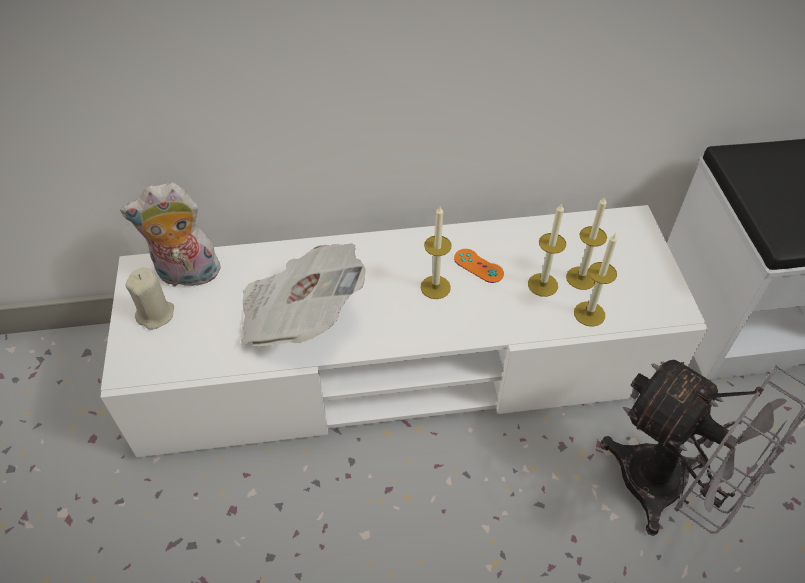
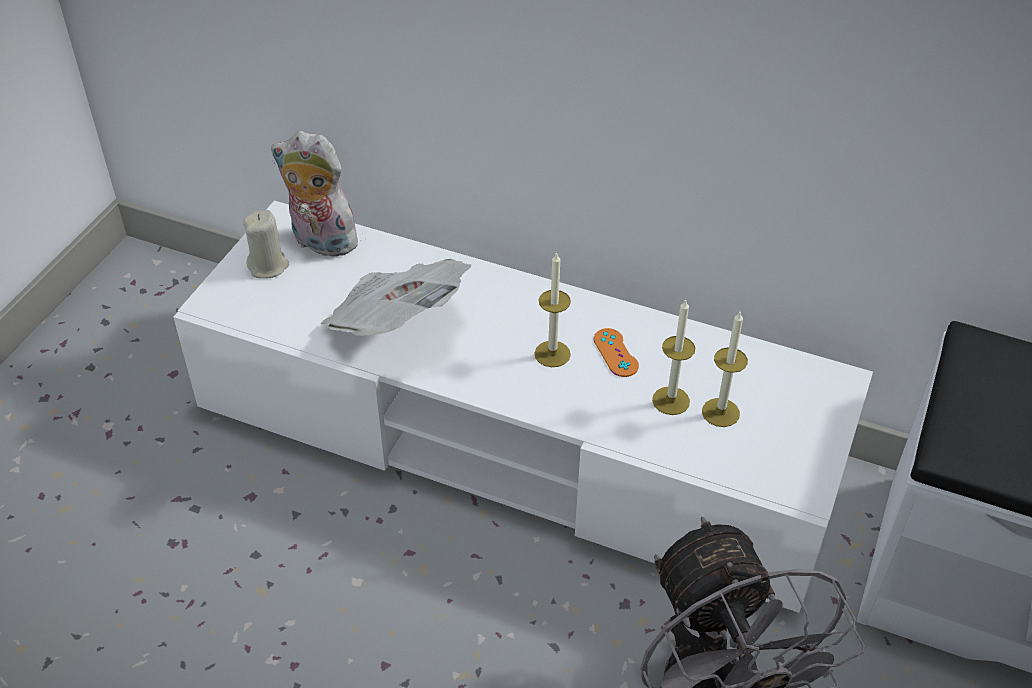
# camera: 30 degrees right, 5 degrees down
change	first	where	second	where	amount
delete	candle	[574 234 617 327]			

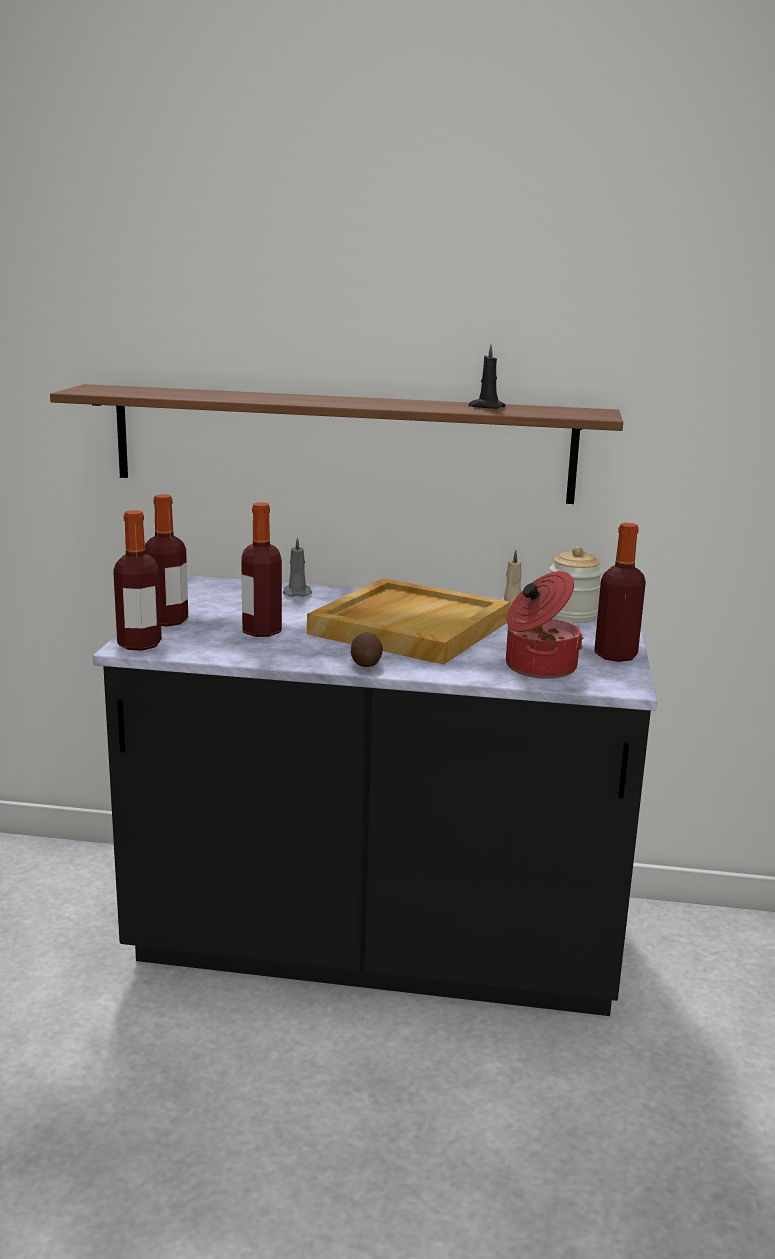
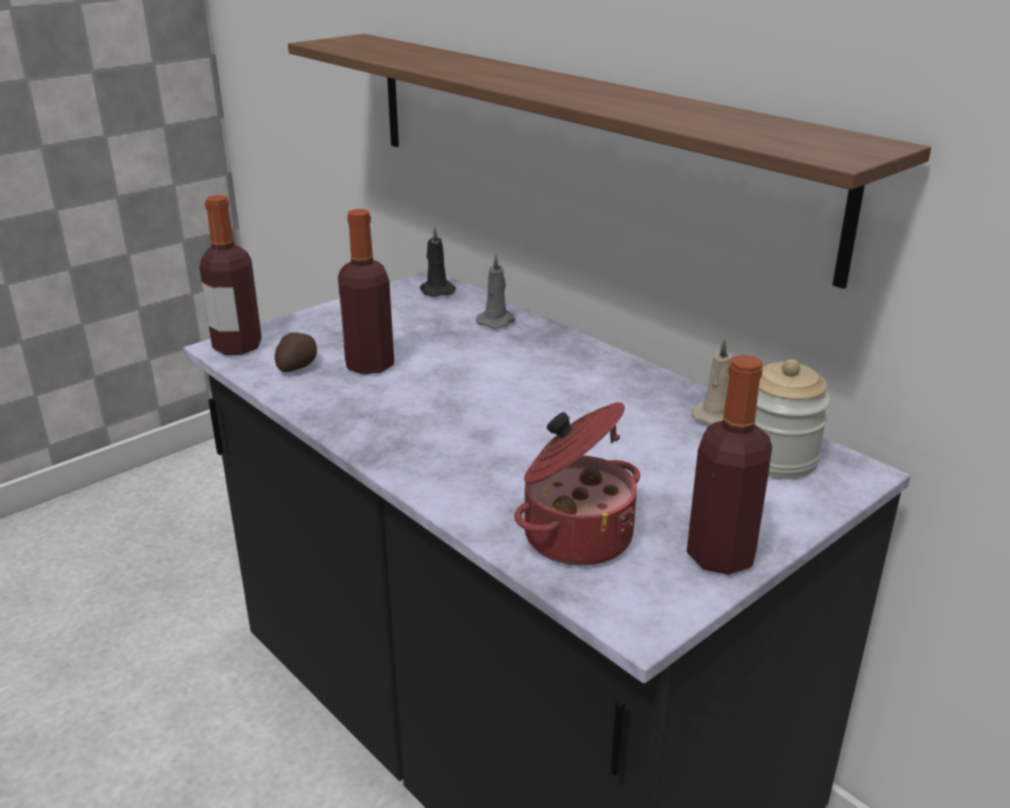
# camera: 40 degrees right, 10 degrees up
change	first	where	second	where	amount
delete	bottle	[145 494 188 626]			
delete	beige tray	[307 578 510 665]			
move	potato	[351 632 383 667]		[275 332 317 372]	
move	black candle	[468 344 506 409]		[420 227 456 297]	

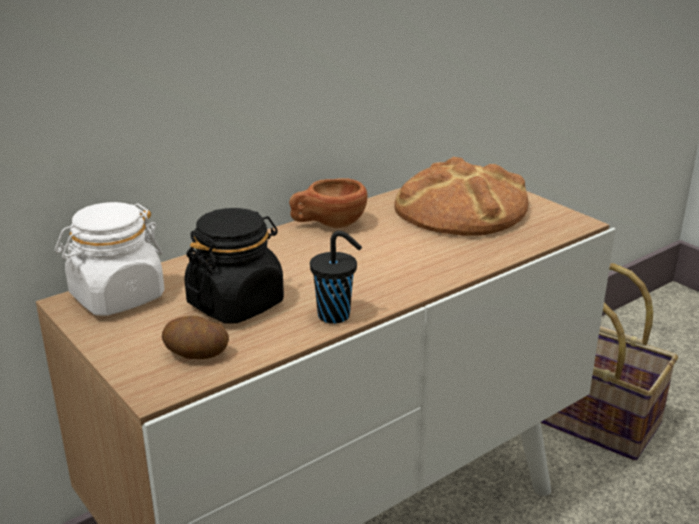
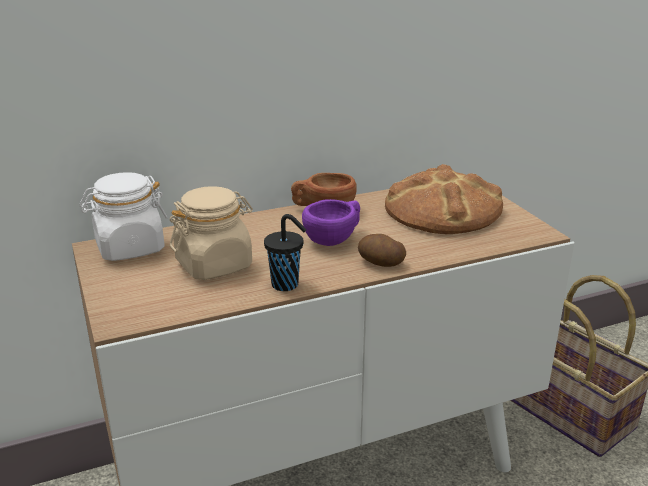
# camera: 15 degrees right, 0 degrees up
change	first	where	second	where	amount
insert			purple cup	[302 199 360 246]	
move	potato	[162 316 229 359]		[358 234 406 267]	
recolor	black jar	[184 208 284 324]	beige jar	[170 186 253 280]	

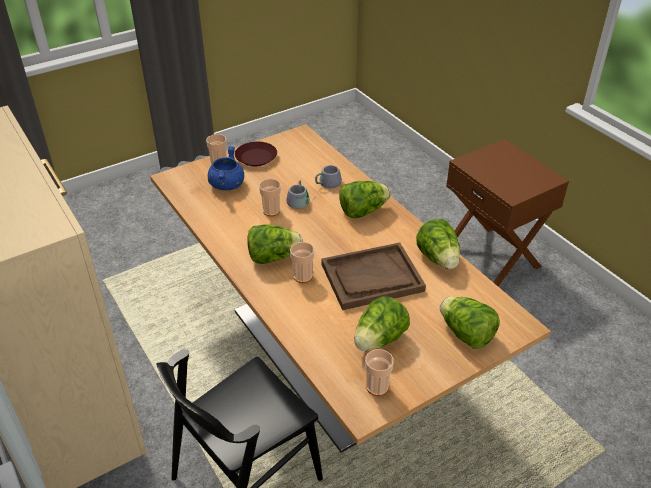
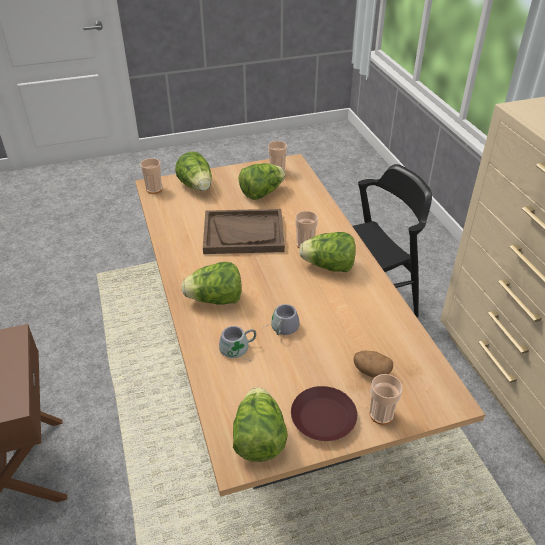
# camera: 165 degrees left, 0 degrees up
change	first	where	second	where	amount
move	cup	[259 179 281 217]		[140 158 162 194]	
move	lettuce	[416 219 460 269]		[233 387 288 462]	
replace	blue cooking pot	[208 146 244 190]	potato	[353 351 393 378]	

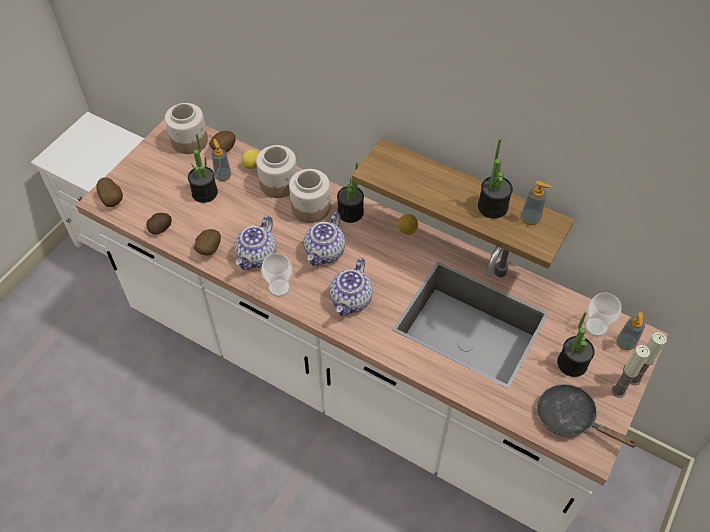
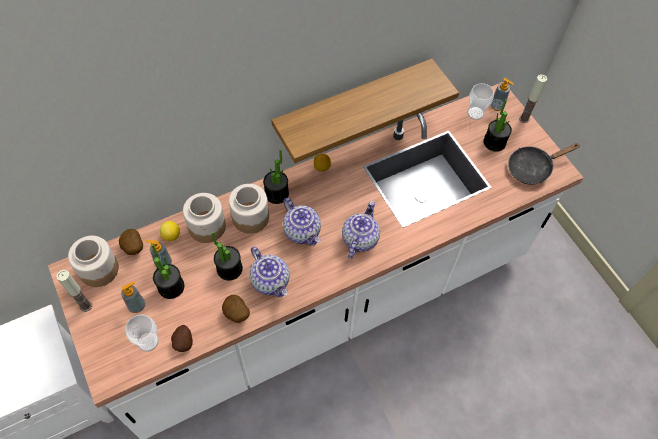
# camera: 60 degrees left, 5 degrees up
change	first	where	second	where	amount
delete	potato	[96 177 123 207]			
move	cup	[261 253 292 297]		[125 315 159 352]	
move	potted plant	[478 138 513 219]		[212 232 243 281]	
move	soap dispenser	[521 181 552 225]		[121 281 146 313]	
move	candle	[611 345 650 398]		[56 270 92 312]	
rotate	teapot	[330 258 373 316]		[342 201 380 259]	120 degrees counterclockwise

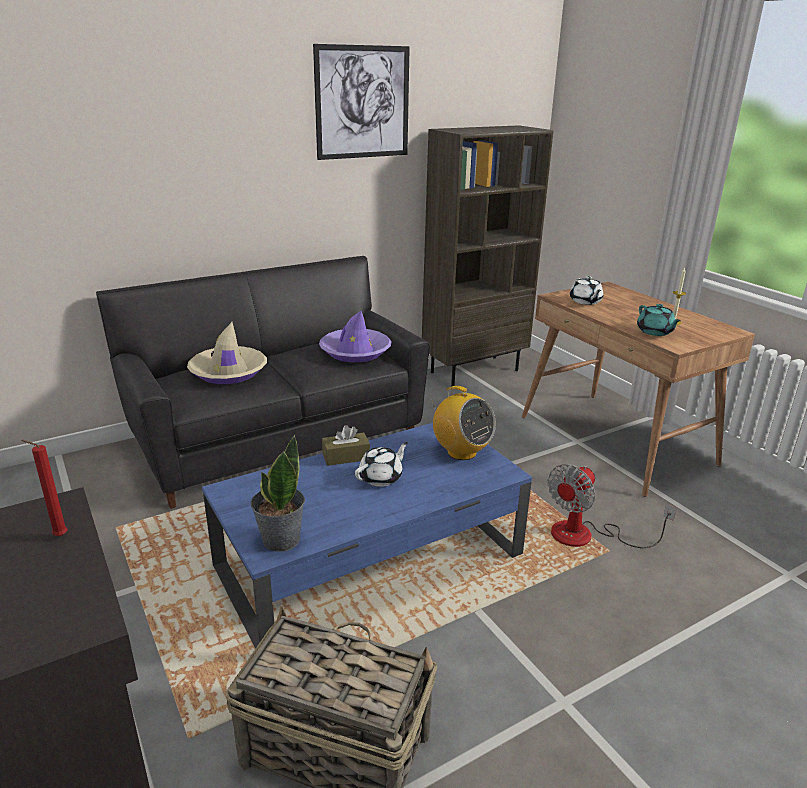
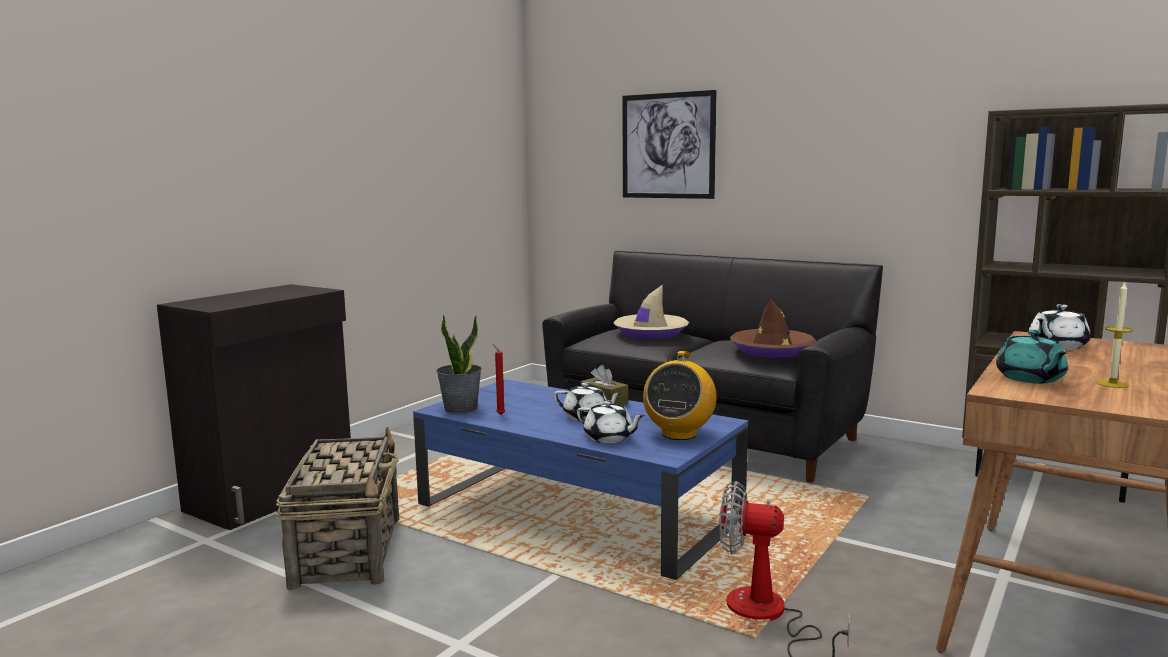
# camera: 65 degrees right, 15 degrees down
change	first	where	second	where	amount
insert			white teapot	[577 400 645 443]	
move	red candle	[21 440 68 536]		[493 344 505 415]	
move	picture	[313 44 410 160]		[622 90 716 199]	
recolor	purple hat	[319 311 392 362]	brown hat	[730 299 816 358]	
rotate	turquoise teapot	[637 304 681 336]		[996 330 1068 383]	45 degrees counterclockwise

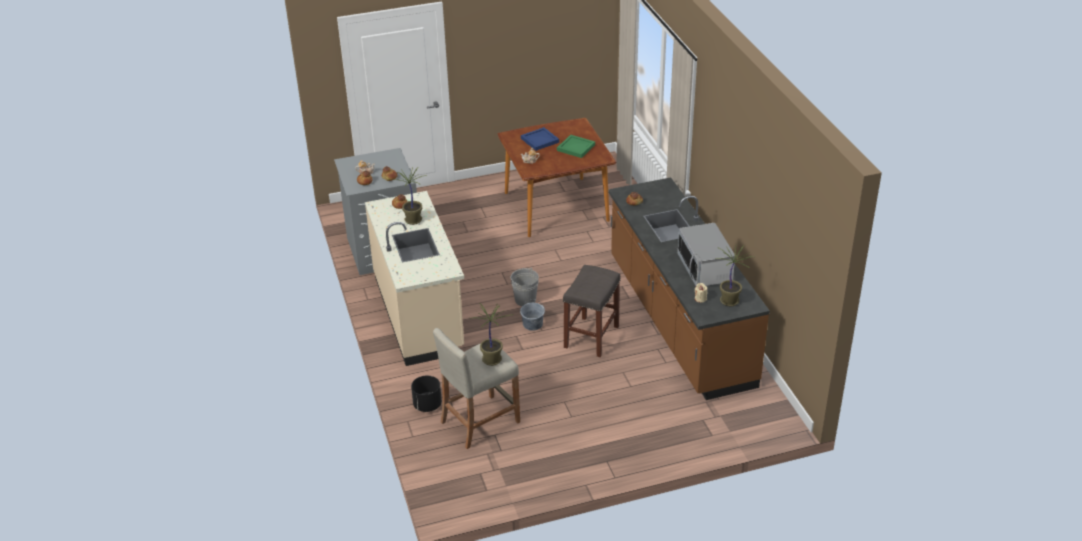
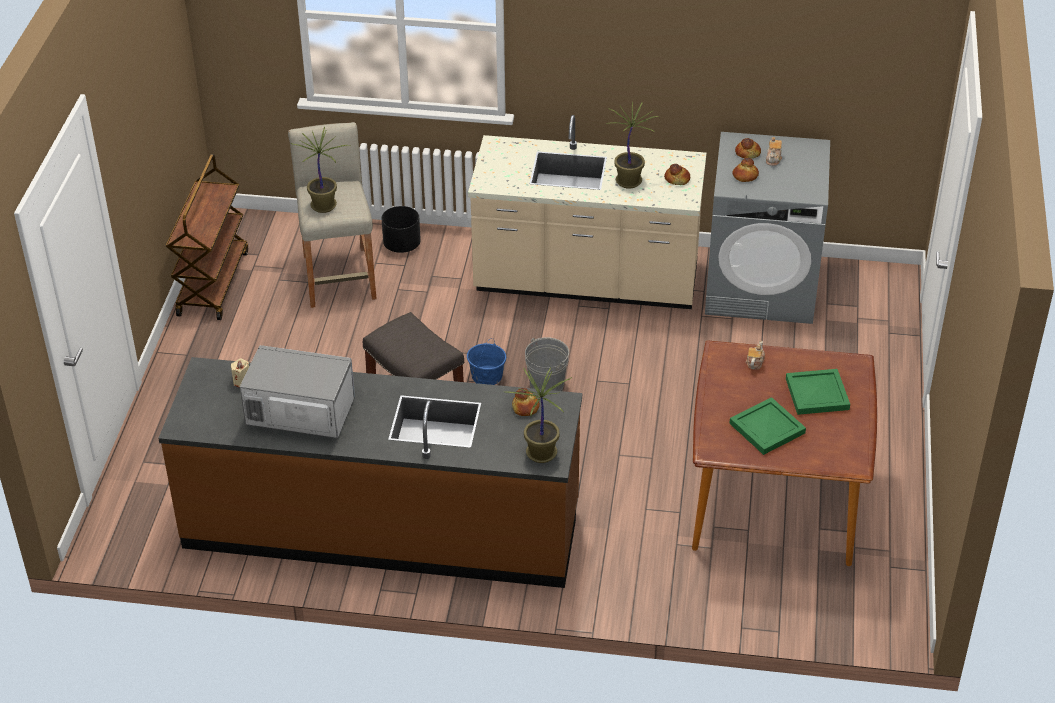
# camera: 115 degrees right, 5 degrees up
change	first	where	second	where	amount
insert			brown cart	[166 154 248 320]	
move	potted plant	[715 245 754 306]		[506 367 572 463]	
recolor	grey bucket	[520 299 545 331]	blue bucket	[467 338 506 385]	
recolor	blue tray	[521 127 559 151]	green tray	[786 369 850 415]	

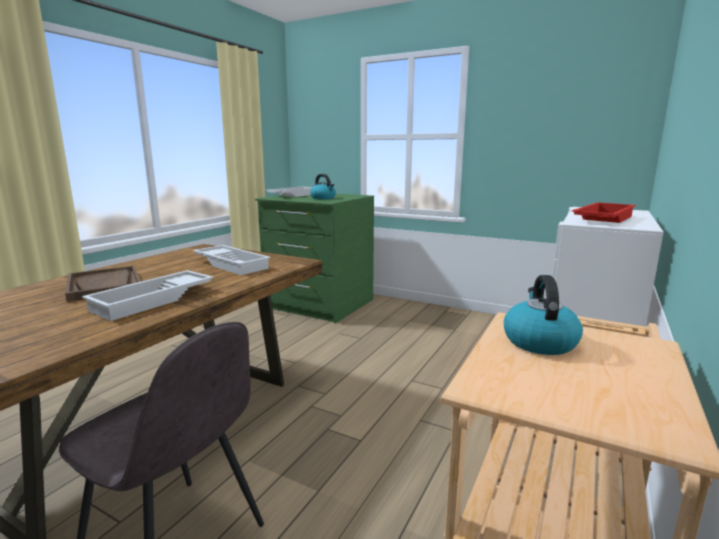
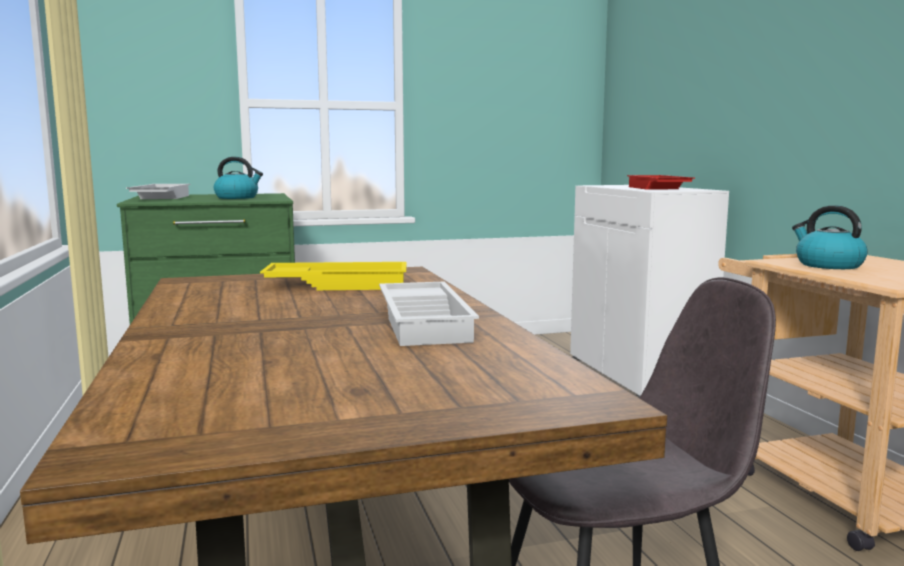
# camera: 45 degrees left, 5 degrees down
change	first	where	second	where	amount
delete	brown tray	[65 266 141 302]			
recolor	white tray	[193 245 271 275]	yellow tray	[260 262 406 290]	

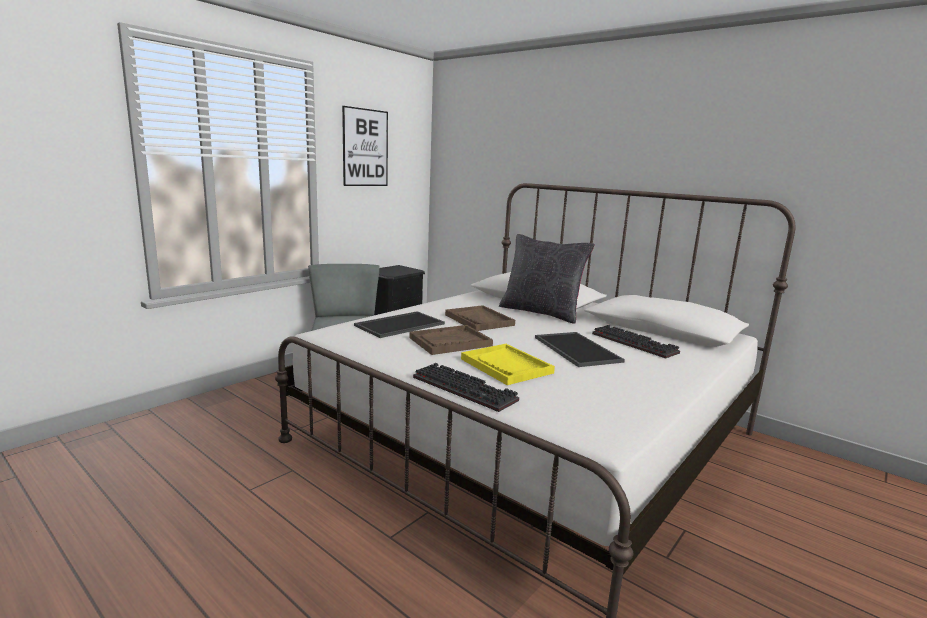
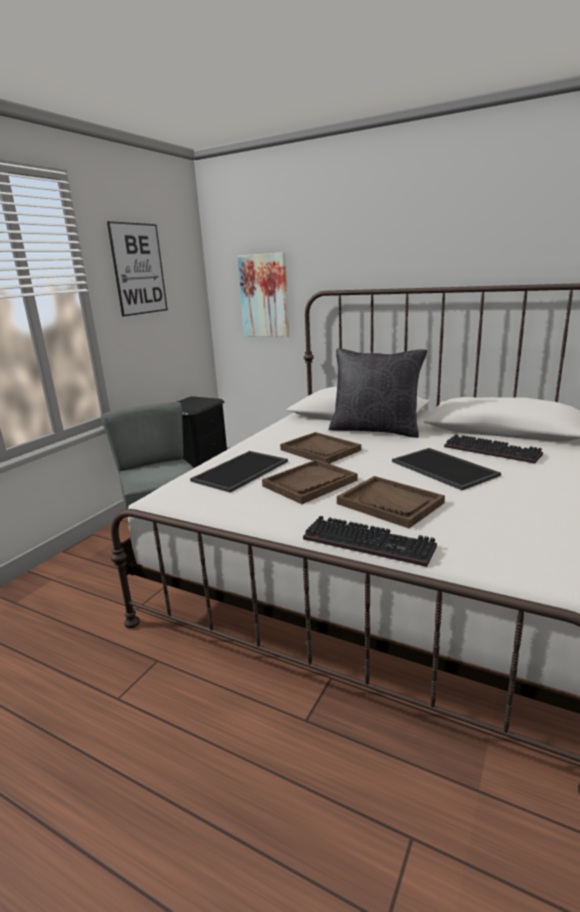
# camera: 10 degrees left, 5 degrees up
change	first	where	second	where	amount
insert			picture	[238 252 289 337]	
recolor	yellow tray	[461 344 555 385]	brown tray	[337 476 445 528]	

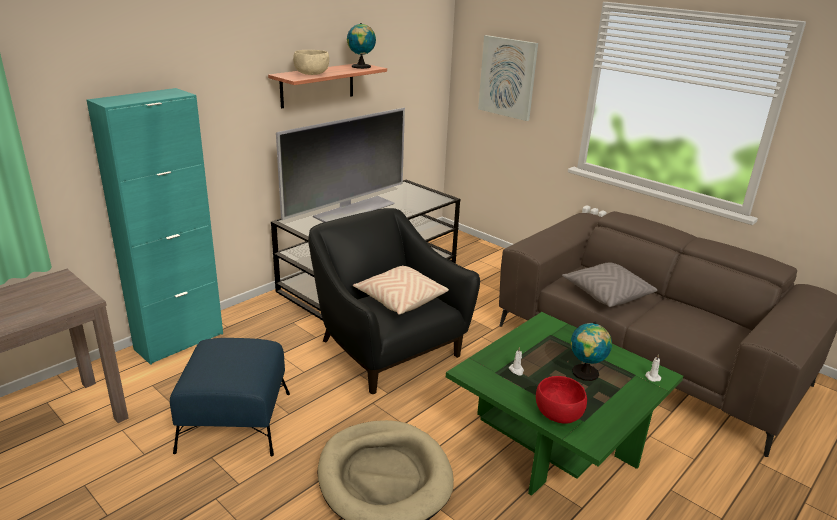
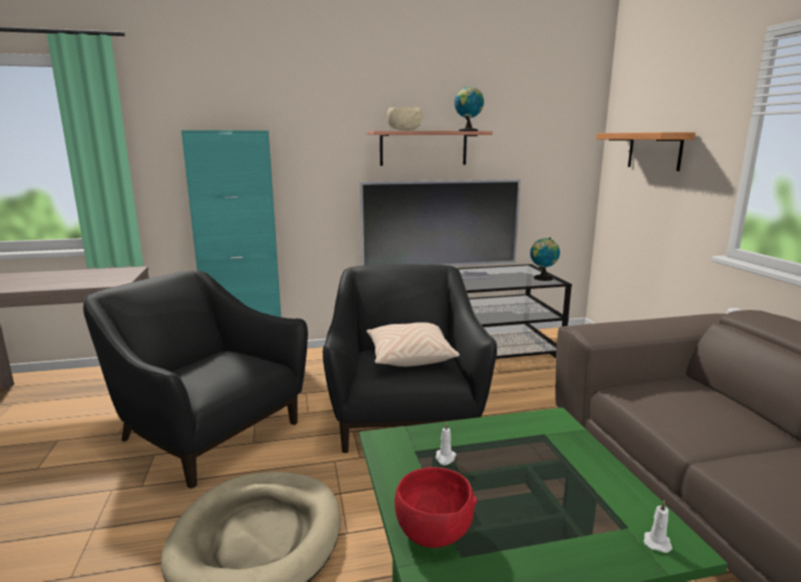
# camera: 35 degrees right, 10 degrees down
change	first	where	second	where	amount
delete	grey pillow	[562 263 657 307]			
move	globe	[571 321 612 381]		[530 238 560 281]	
replace	blue ottoman	[170 338 290 456]	black armchair	[83 270 308 488]	
replace	picture	[478 35 538 121]	shelf	[596 132 695 171]	

